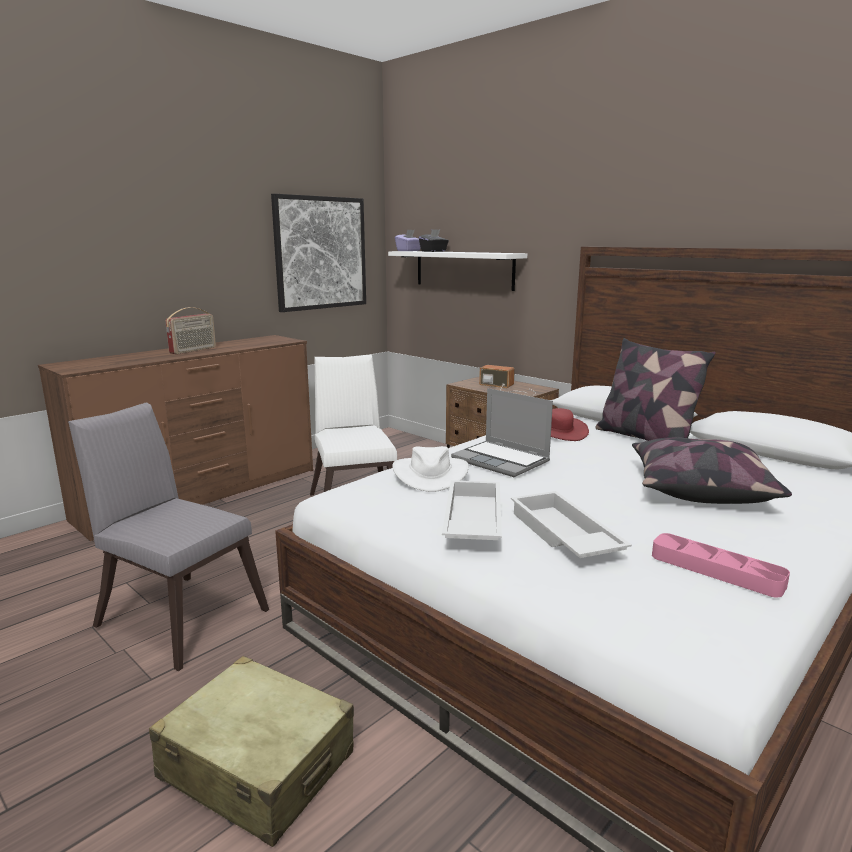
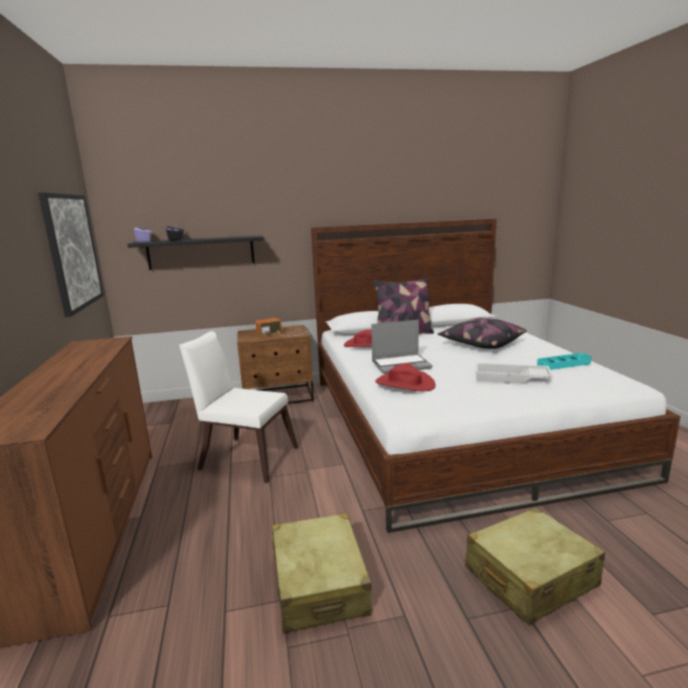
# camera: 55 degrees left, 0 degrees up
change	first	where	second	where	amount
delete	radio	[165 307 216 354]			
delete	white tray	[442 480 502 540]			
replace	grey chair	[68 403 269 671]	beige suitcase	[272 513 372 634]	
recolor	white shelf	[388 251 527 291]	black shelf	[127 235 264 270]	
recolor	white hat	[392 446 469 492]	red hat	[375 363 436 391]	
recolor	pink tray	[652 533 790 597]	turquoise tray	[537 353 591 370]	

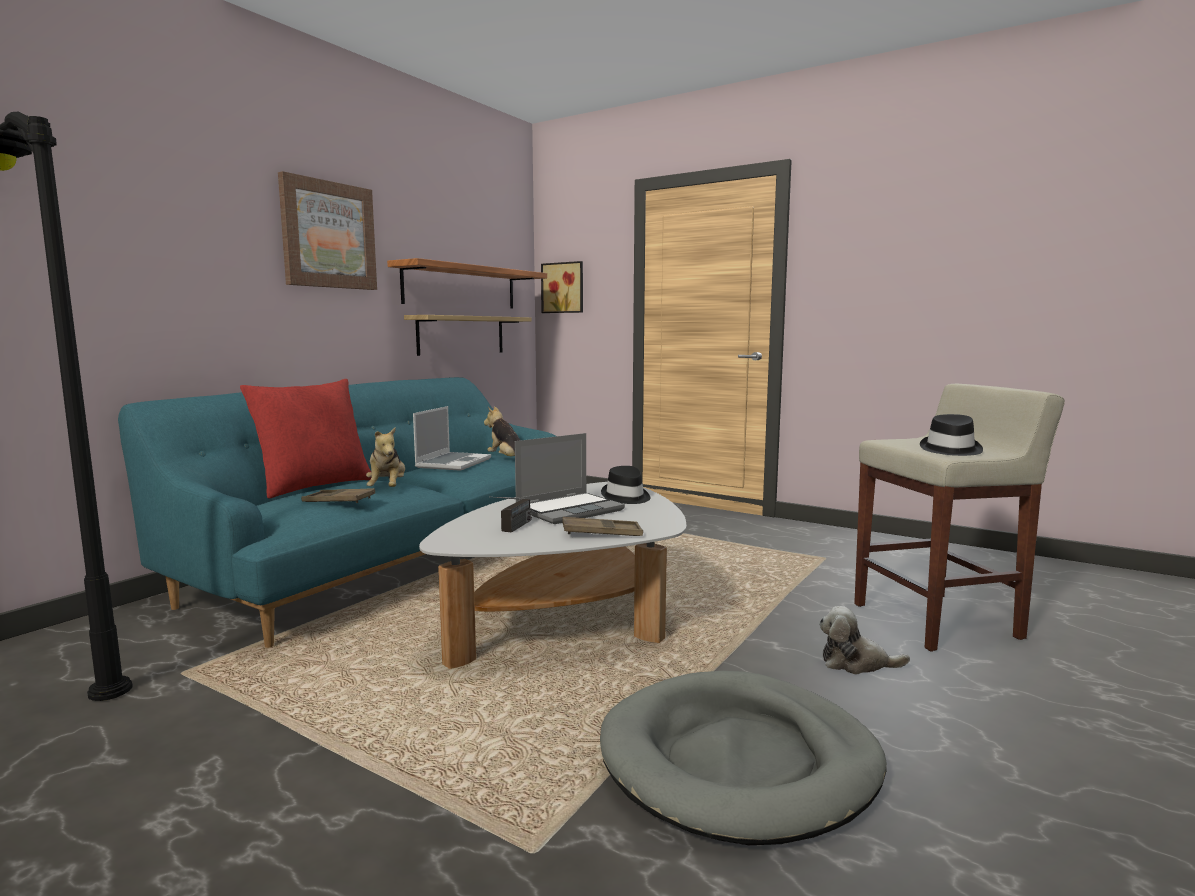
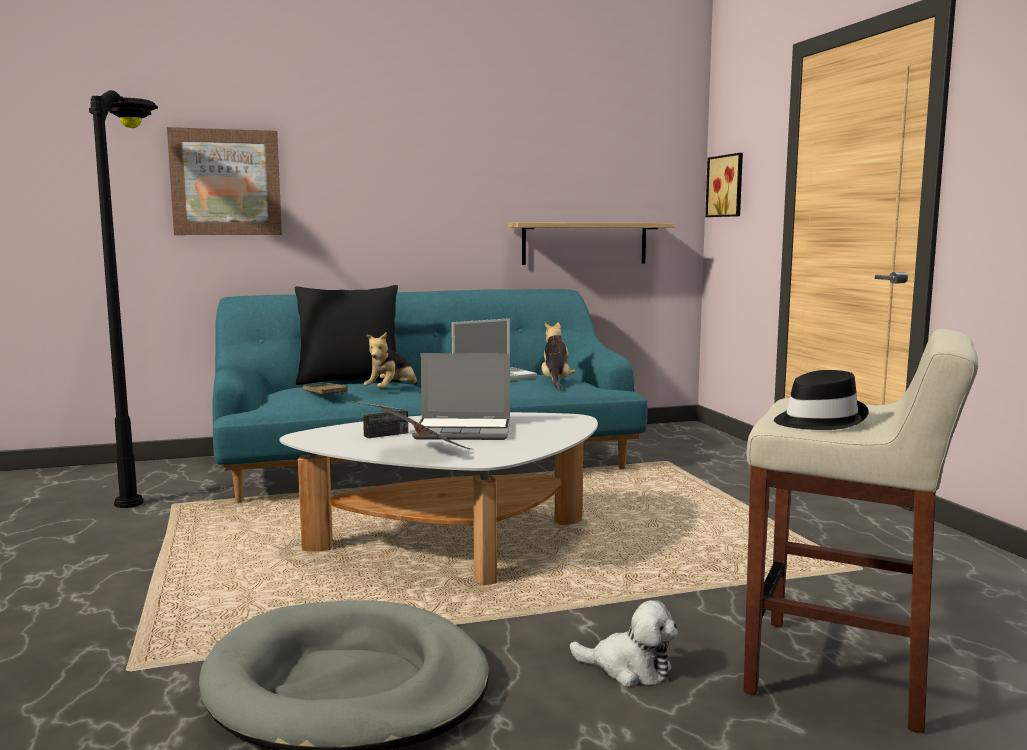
# camera: 40 degrees right, 0 degrees up
change	first	where	second	where	amount
delete	shelf	[387 258 547 309]			
delete	black hat	[601 466 650 504]			
move	picture	[278 171 377 290]		[167 127 282 235]	
replace	brown tray	[562 517 643 536]	newspaper	[379 407 471 449]	
recolor	red pillow	[240 379 371 499]	black pillow	[295 285 402 385]	
rotate	plush toy	[819 606 910 674]		[570 600 678 686]	150 degrees clockwise

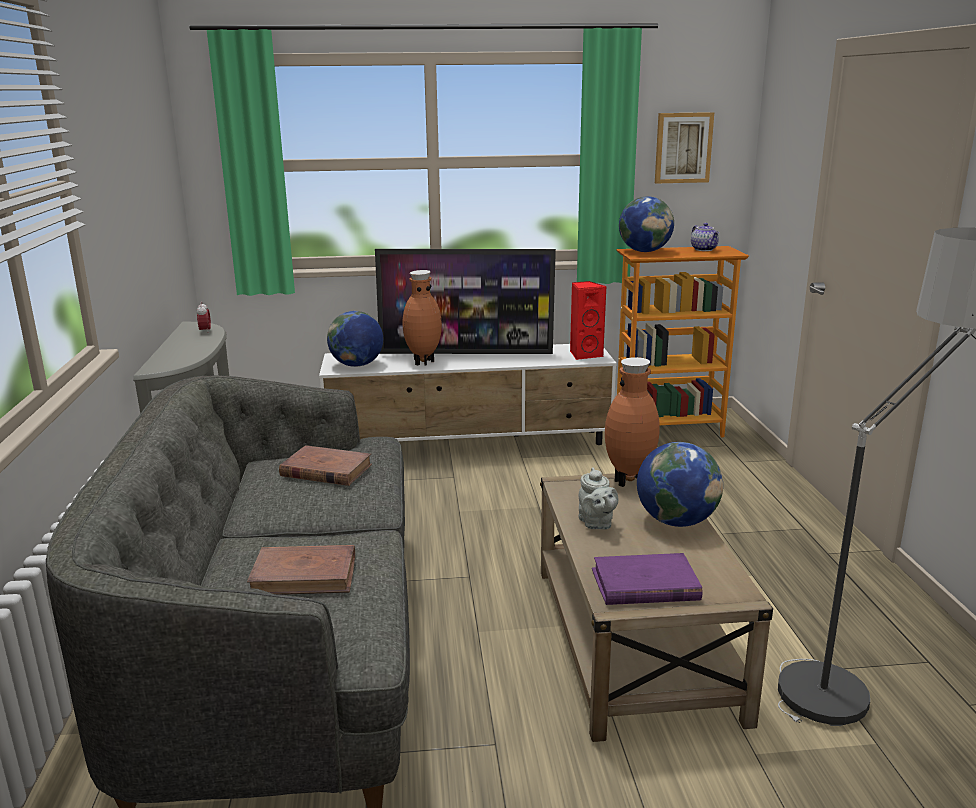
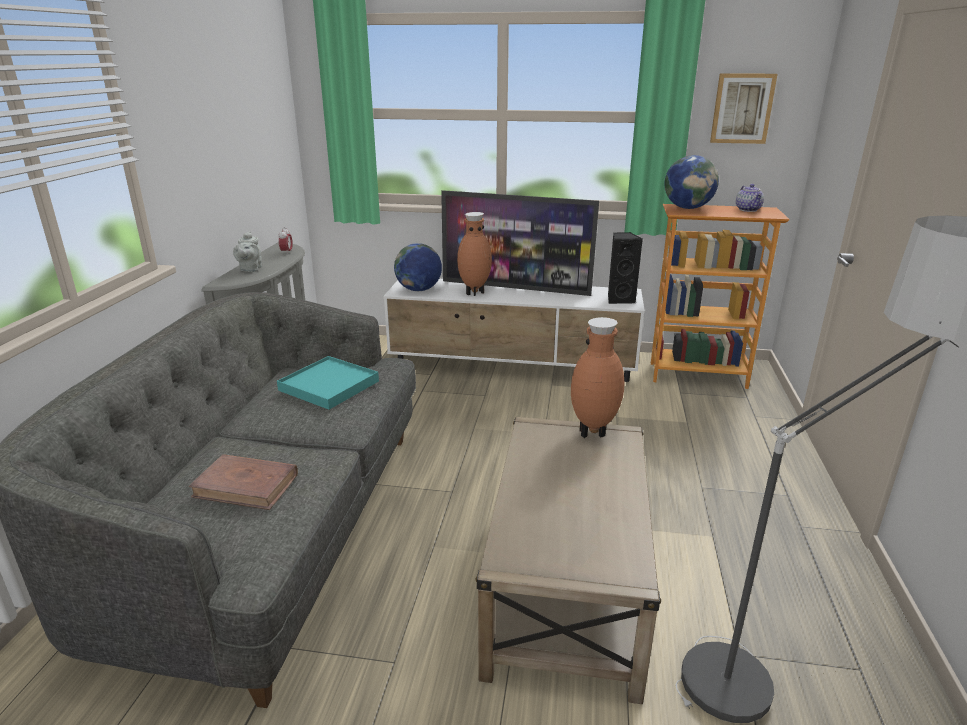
# camera: 15 degrees right, 5 degrees up
change	first	where	second	where	amount
delete	purple book	[592 553 703 605]			
delete	globe	[637 442 723 527]			
move	grey teapot	[578 467 618 530]		[233 231 262 272]	
replace	brown book	[279 445 372 486]	turquoise tray	[277 356 379 410]	
recolor	red speaker	[570 281 606 360]	black speaker	[608 232 643 304]	

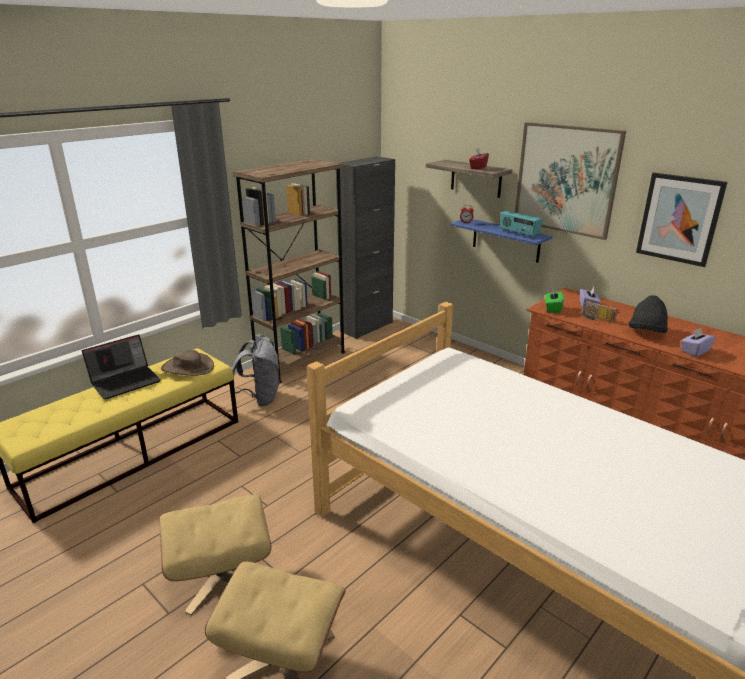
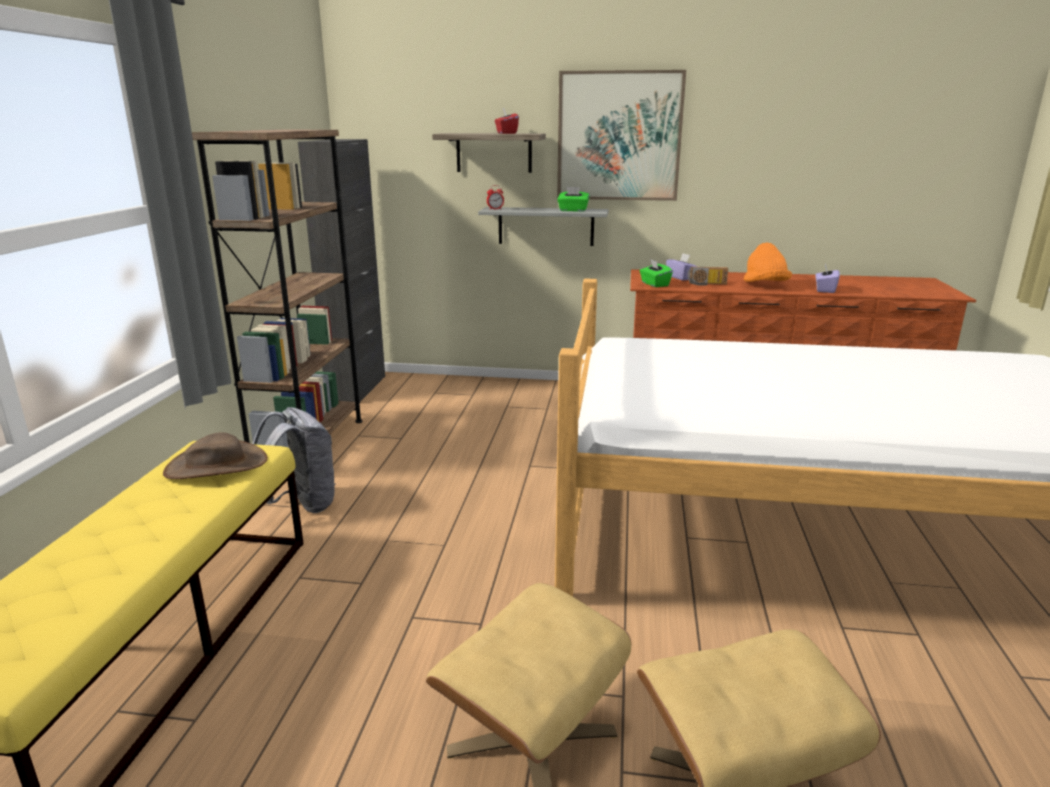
# camera: 35 degrees left, 5 degrees down
change	first	where	second	where	amount
delete	laptop	[82 334 161 400]			
delete	picture	[636 173 727 267]			
replace	radio	[500 211 543 238]	green tissue box	[557 187 590 212]	
recolor	blue shelf	[450 219 552 263]	grey shelf	[478 207 608 246]	
recolor	black hat	[628 295 668 333]	orange hat	[744 243 792 282]	

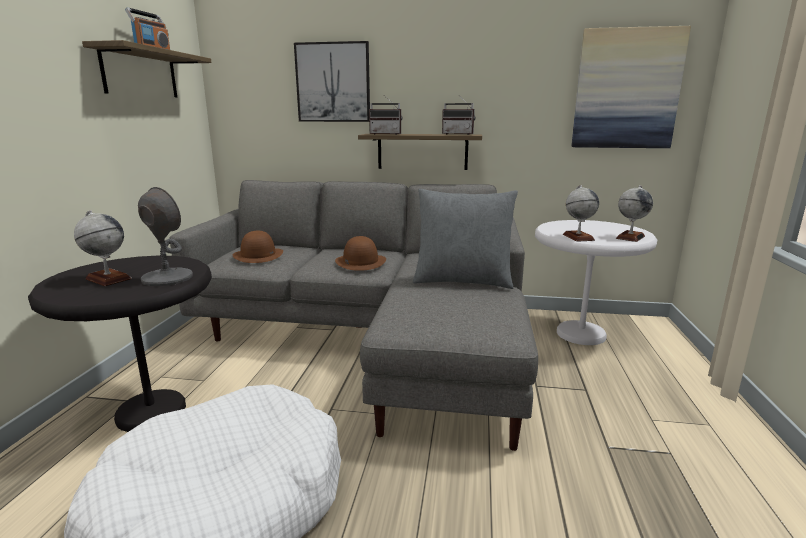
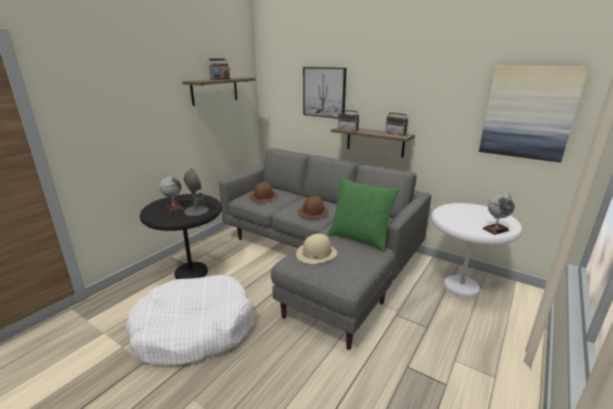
# camera: 25 degrees right, 5 degrees up
change	first	where	second	where	amount
delete	globe	[563 185 599 242]			
insert			beige hat	[296 234 337 264]	
recolor	grey pillow	[413 189 518 289]	green pillow	[328 177 399 251]	

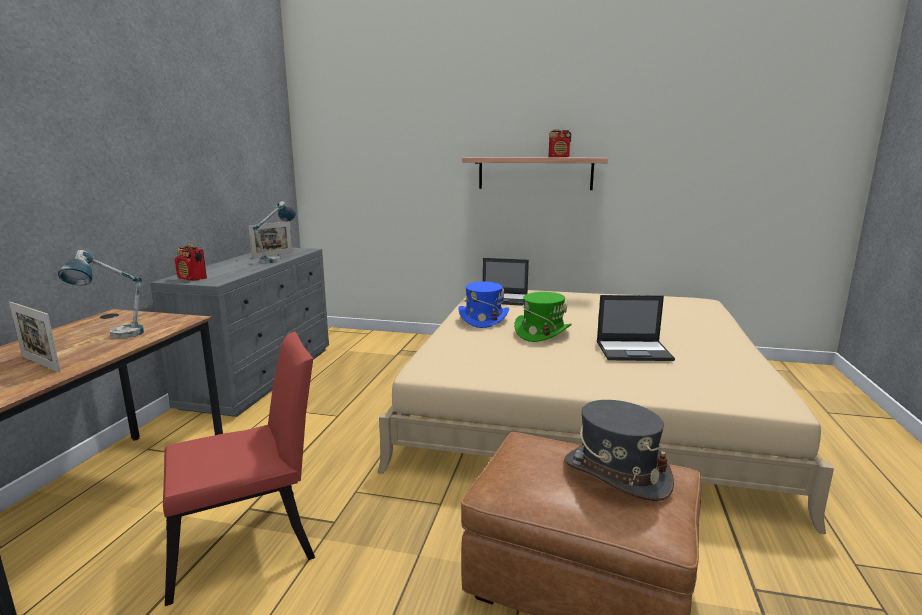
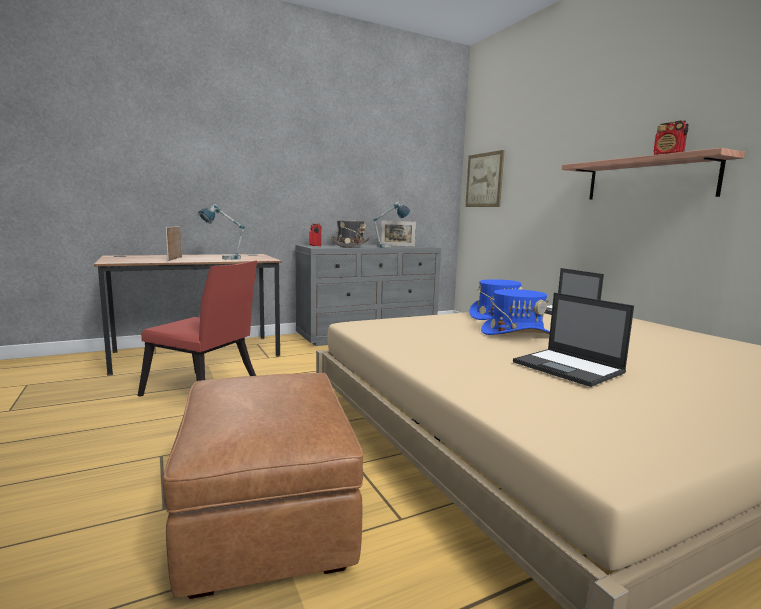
# camera: 50 degrees right, 5 degrees down
change	first	where	second	where	amount
insert			picture	[465 150 505 207]	
move	grey hat	[564 400 674 501]		[332 220 369 248]	
recolor	green hat	[514 292 572 342]	blue hat	[481 289 550 335]	

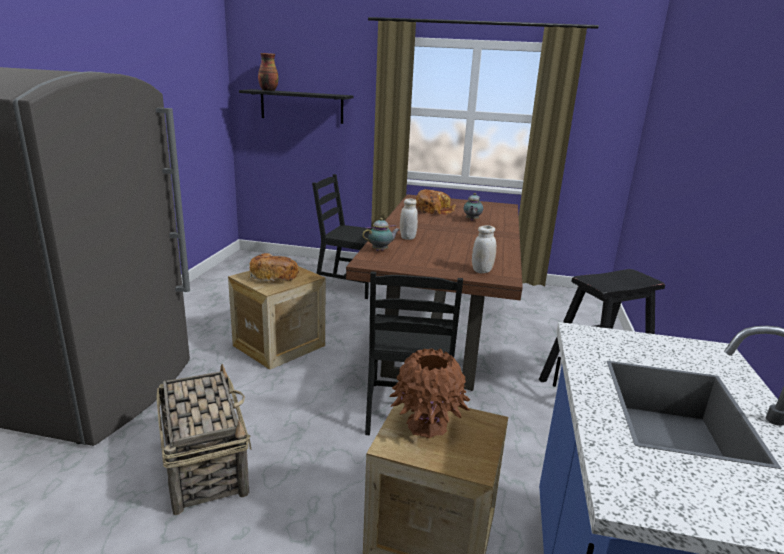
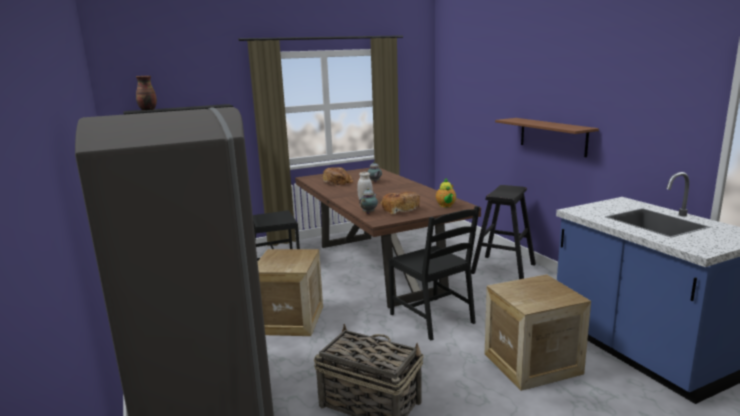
# camera: 35 degrees left, 5 degrees down
change	first	where	second	where	amount
delete	brown vase	[389 349 470 438]			
insert			brown shelf	[495 118 599 157]	
move	bread	[248 253 299 283]		[380 191 420 214]	
replace	white jar	[472 225 496 273]	teapot	[436 178 456 207]	

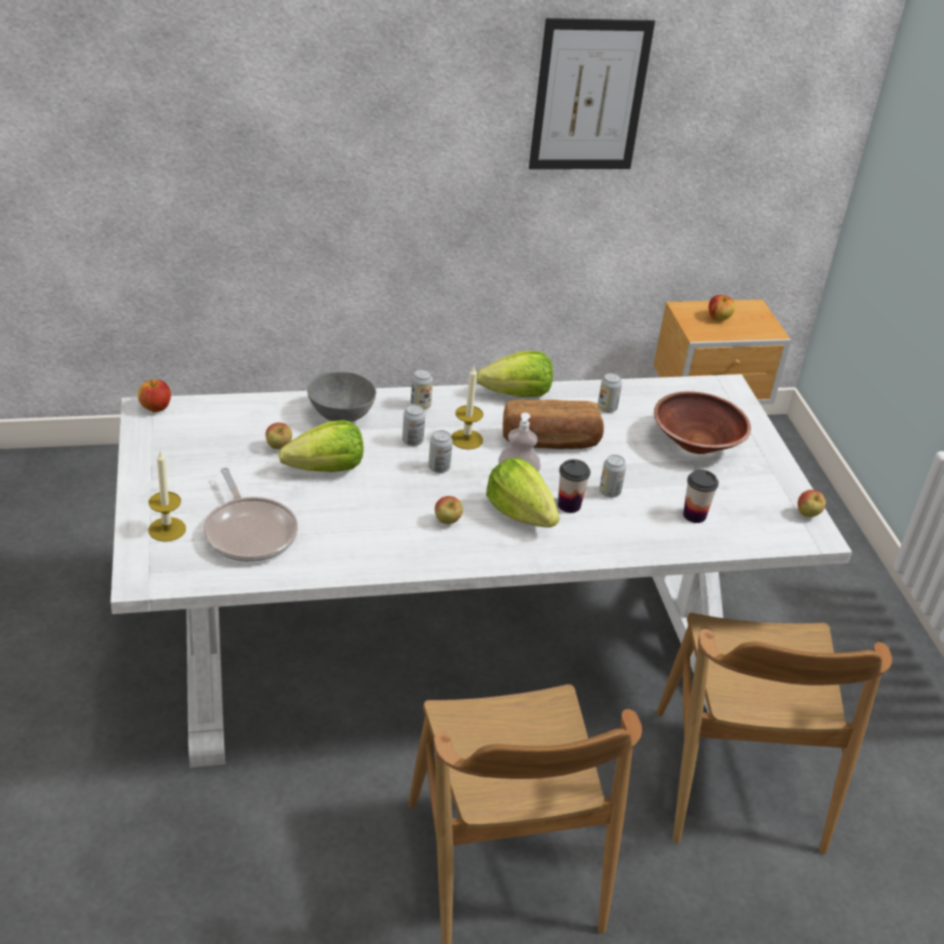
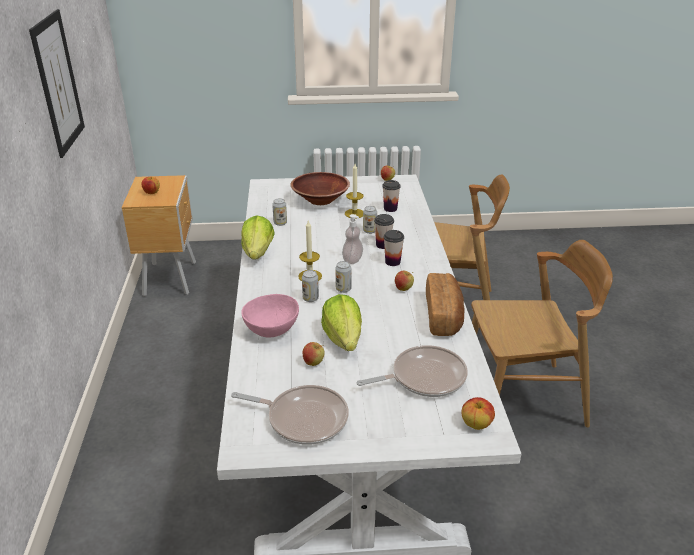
# camera: 80 degrees left, 5 degrees down
change	first	where	second	where	amount
delete	can	[411 369 433 410]			
insert			frying pan	[231 385 349 445]	
move	apple	[138 379 171 412]		[461 397 495 430]	
move	candle	[149 451 186 542]		[345 164 364 218]	
move	bread	[503 400 604 449]		[426 273 465 336]	
replace	lettuce	[486 457 560 527]	cup	[384 230 404 266]	
recolor	grey bowl	[307 371 376 422]	pink bowl	[241 294 299 338]	

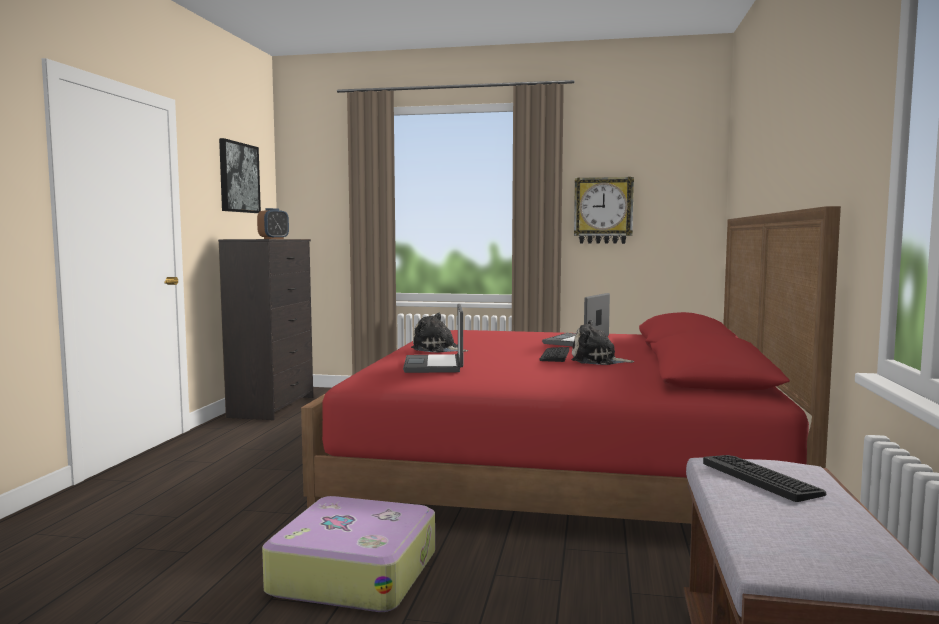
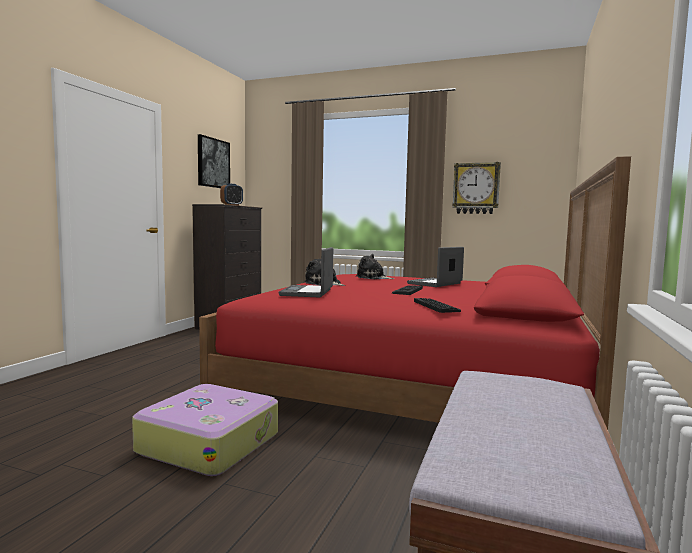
# camera: 10 degrees right, 0 degrees up
change	first	where	second	where	amount
move	plush toy	[571 320 635 365]		[356 254 394 279]	
move	keyboard	[703 455 826 502]		[414 298 461 313]	

